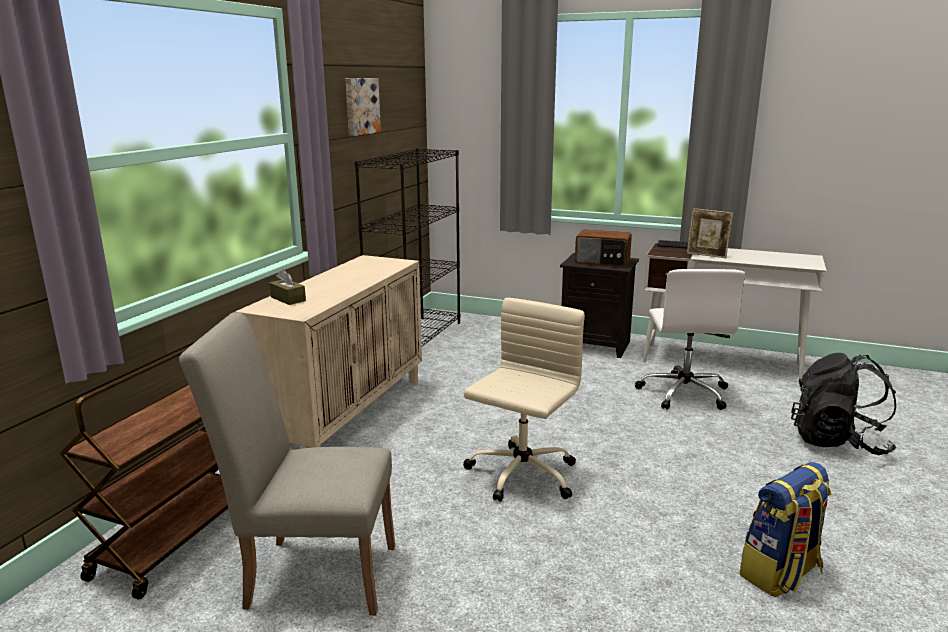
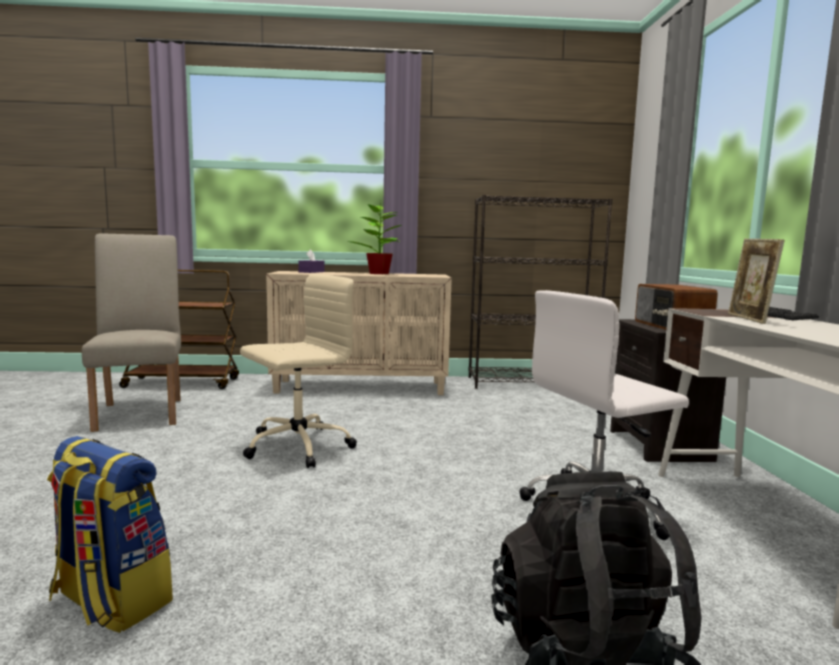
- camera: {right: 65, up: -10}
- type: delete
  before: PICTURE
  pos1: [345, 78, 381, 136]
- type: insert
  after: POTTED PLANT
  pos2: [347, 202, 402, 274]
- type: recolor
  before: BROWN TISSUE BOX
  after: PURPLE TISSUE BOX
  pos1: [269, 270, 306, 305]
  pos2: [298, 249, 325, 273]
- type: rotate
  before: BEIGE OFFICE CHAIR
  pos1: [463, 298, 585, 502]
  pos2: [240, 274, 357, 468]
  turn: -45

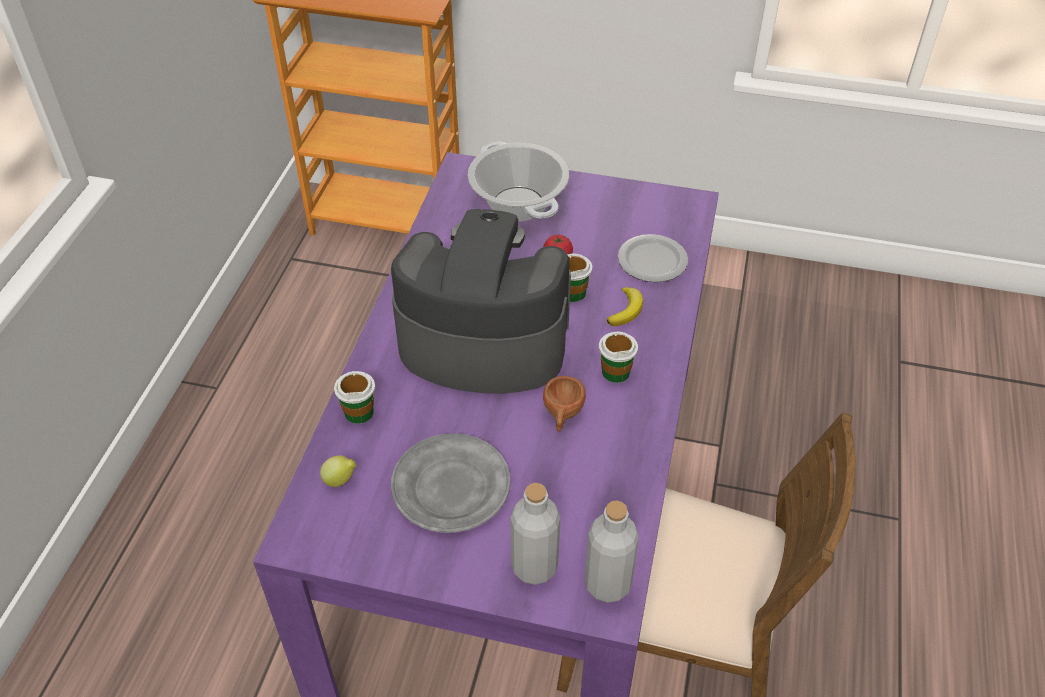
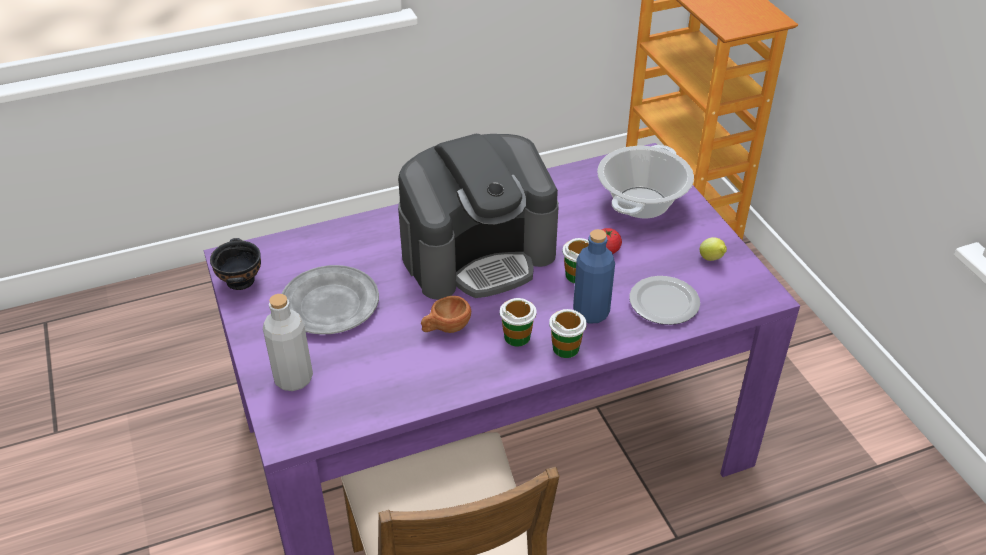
- camera: {right: 55, up: -5}
- type: delete
  before: GREY BOTTLE
  pos1: [585, 501, 639, 603]
- type: insert
  after: BLACK BOWL
  pos2: [210, 238, 261, 290]
- type: move
  before: LEMON
  pos1: [320, 455, 356, 487]
  pos2: [700, 237, 727, 261]
- type: move
  before: CUP
  pos1: [334, 371, 375, 424]
  pos2: [549, 309, 587, 358]
- type: replace
  before: BANANA
  after: BLUE BOTTLE
  pos1: [607, 287, 643, 326]
  pos2: [573, 229, 615, 324]
- type: rotate
  before: COFFEE MACHINE
  pos1: [391, 209, 571, 394]
  pos2: [398, 134, 559, 300]
  turn: 90

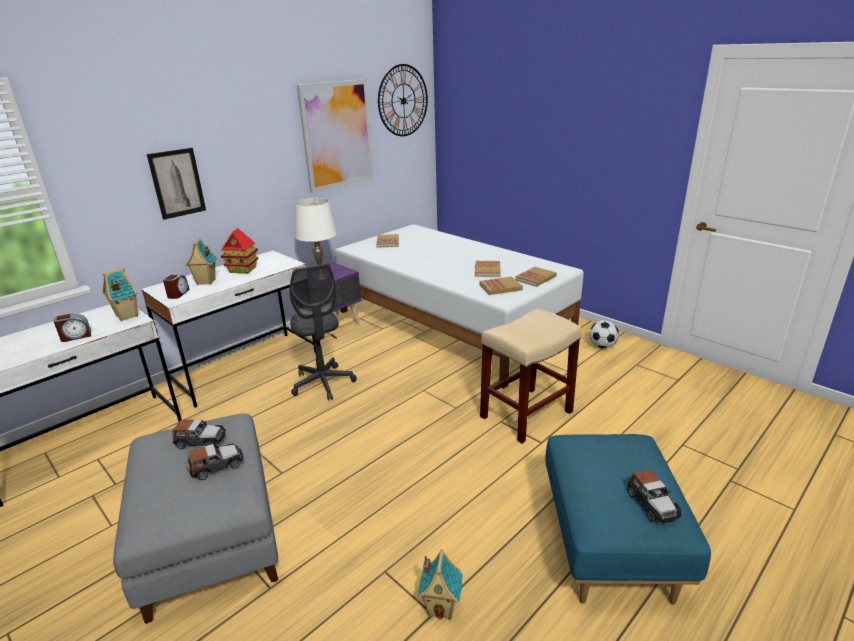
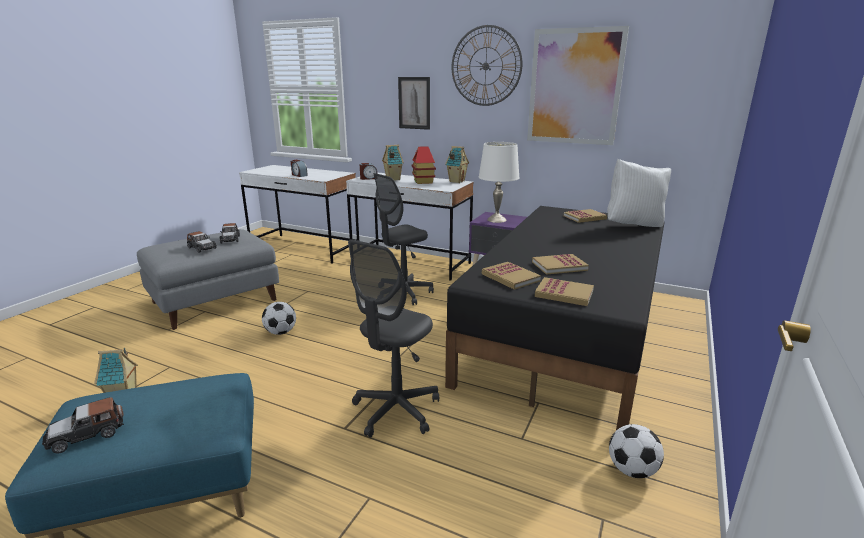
- camera: {right: 70, up: -5}
- type: insert
  after: FOOTBALL
  pos2: [262, 302, 296, 335]
- type: insert
  after: WHITE PILLOW
  pos2: [607, 159, 671, 227]
- type: move
  before: TOY HOUSE
  pos1: [103, 268, 138, 321]
  pos2: [445, 146, 469, 183]
- type: move
  before: WALL CLOCK
  pos1: [378, 64, 428, 136]
  pos2: [451, 25, 522, 106]
- type: replace
  before: BEIGE STOOL
  after: GREY OFFICE CHAIR
  pos1: [480, 308, 582, 444]
  pos2: [348, 239, 439, 438]
- type: recolor
  before: WHITE BED
  after: BLACK BED
  pos1: [335, 224, 584, 389]
  pos2: [445, 206, 664, 430]

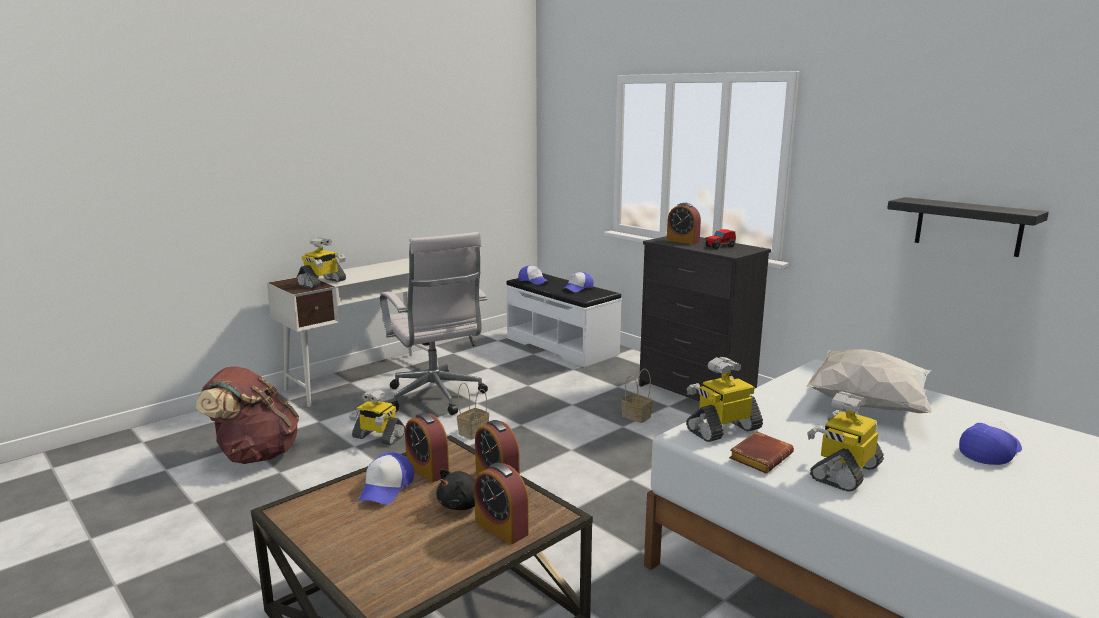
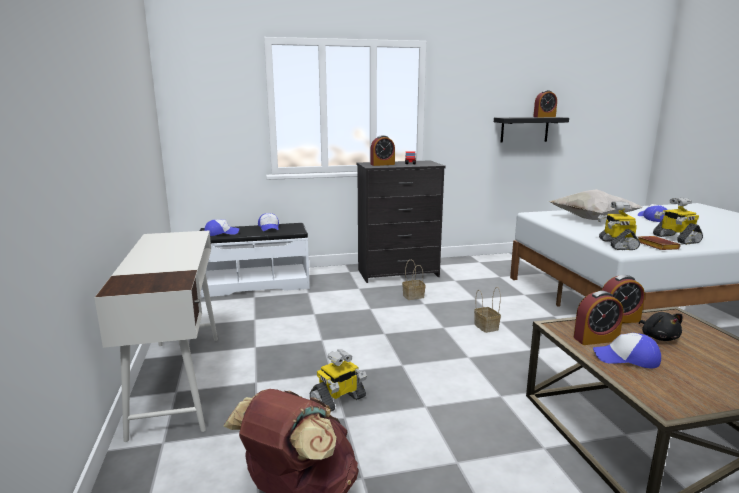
- camera: {right: -60, up: 0}
- type: delete
  before: TOY ROBOT
  pos1: [297, 237, 346, 289]
- type: delete
  before: WHITE OFFICE CHAIR
  pos1: [380, 232, 488, 415]
- type: move
  before: BASKET
  pos1: [457, 383, 489, 440]
  pos2: [474, 287, 501, 333]
- type: move
  before: ALARM CLOCK
  pos1: [474, 463, 529, 544]
  pos2: [533, 90, 557, 117]
- type: rotate
  before: CAP
  pos1: [359, 453, 414, 505]
  pos2: [593, 333, 661, 368]
  turn: 150

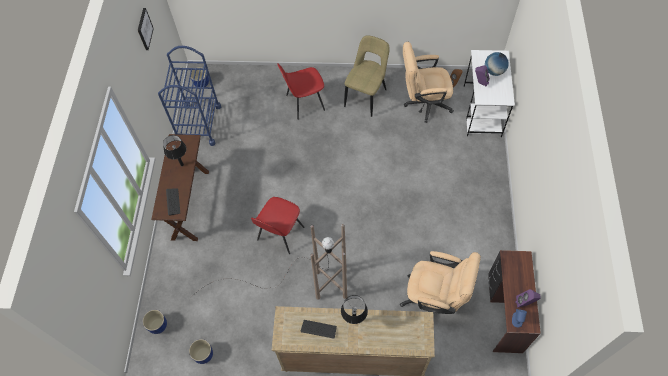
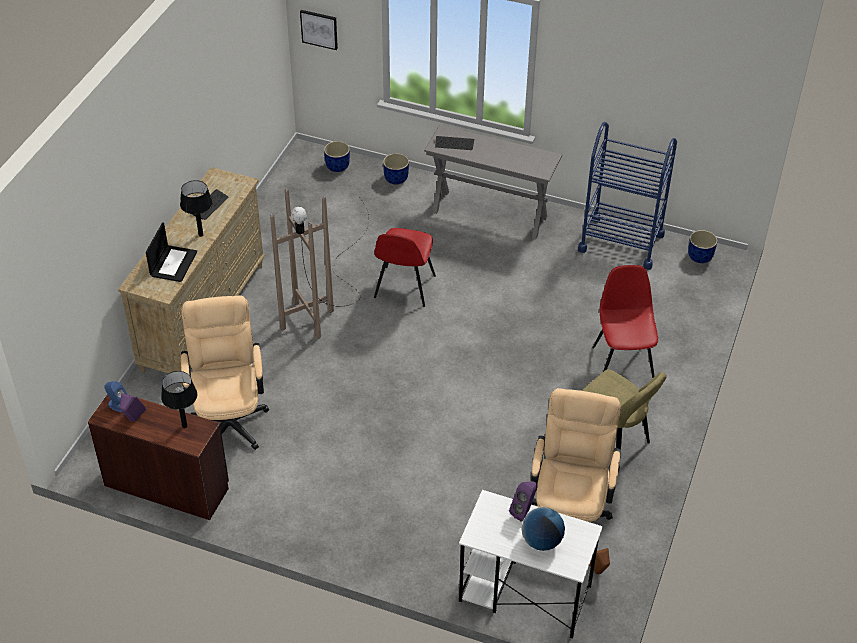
- camera: {right: 105, up: -15}
- type: insert
  after: LAPTOP
  pos2: [146, 222, 197, 282]
- type: move
  before: PICTURE
  pos1: [138, 8, 154, 50]
  pos2: [300, 10, 338, 50]
- type: move
  before: BLACK TABLE LAMP
  pos1: [163, 135, 186, 166]
  pos2: [161, 371, 197, 428]
- type: move
  before: BLUE PLANTER
  pos1: [189, 339, 213, 364]
  pos2: [383, 153, 409, 184]
- type: recolor
  before: BROWN CONSOLE TABLE
  after: GREY CONSOLE TABLE
  pos1: [151, 134, 209, 241]
  pos2: [424, 125, 562, 239]
- type: rotate
  before: RED CHAIR
  pos1: [251, 197, 305, 254]
  pos2: [374, 228, 436, 307]
  turn: -120
- type: rotate
  before: BEIGE OFFICE CHAIR
  pos1: [400, 251, 481, 314]
  pos2: [181, 295, 269, 450]
  turn: 135

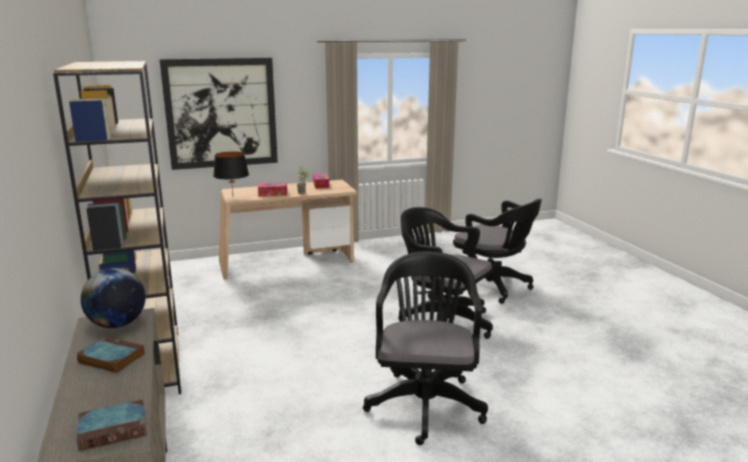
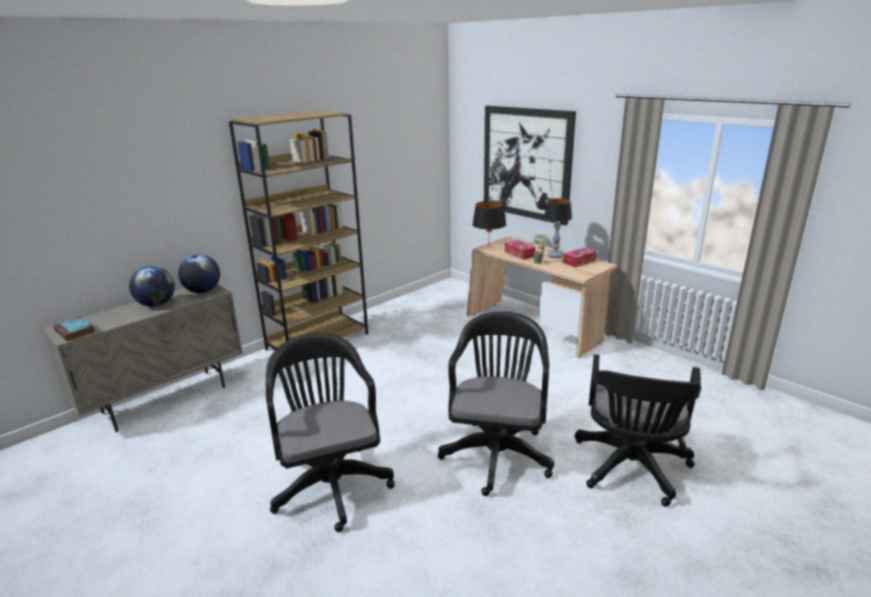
- camera: {right: 65, up: 5}
- type: insert
  after: TABLE LAMP
  pos2: [544, 198, 572, 258]
- type: replace
  before: BOOK
  after: GLOBE
  pos1: [76, 337, 145, 373]
  pos2: [129, 266, 175, 307]
- type: rotate
  before: BLACK OFFICE CHAIR
  pos1: [363, 251, 488, 445]
  pos2: [265, 333, 395, 532]
  turn: -90

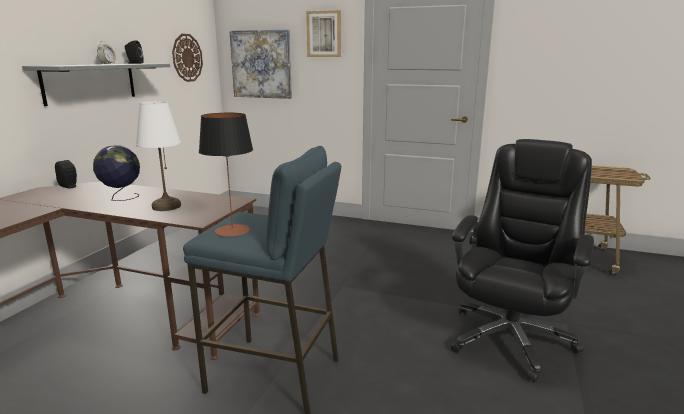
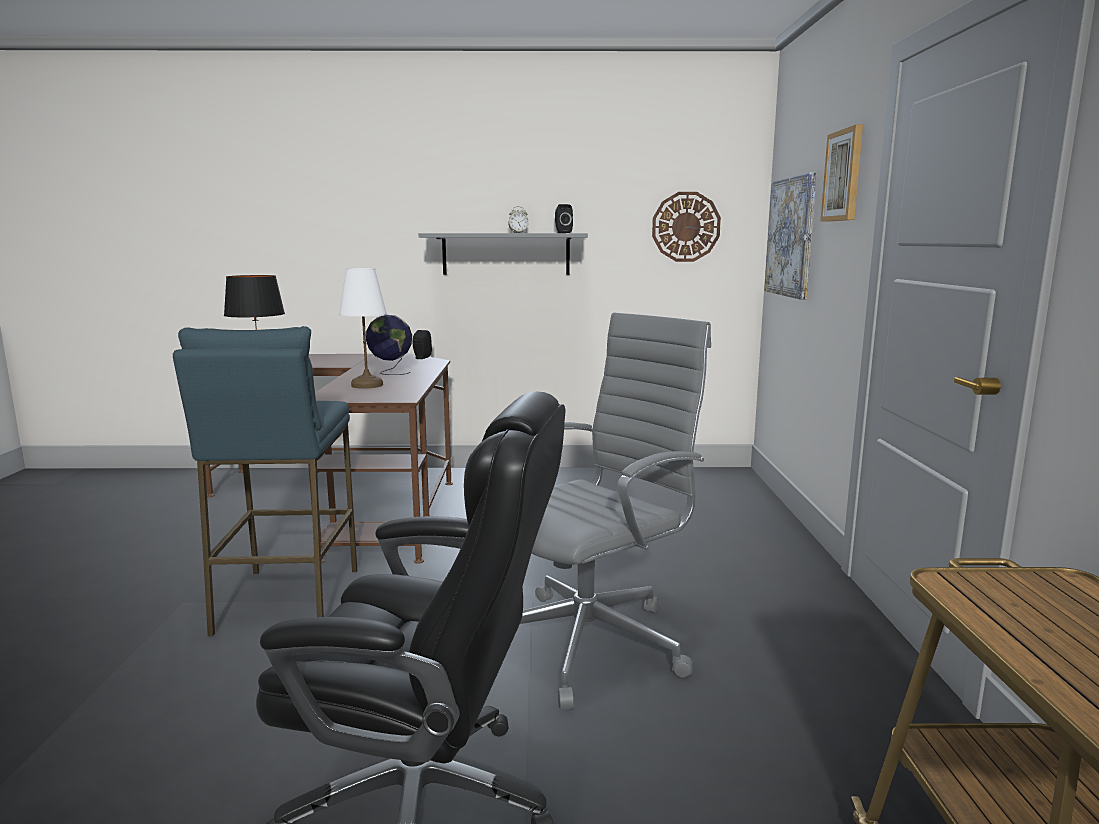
- camera: {right: 70, up: -5}
- type: insert
  after: GREY OFFICE CHAIR
  pos2: [520, 313, 711, 710]

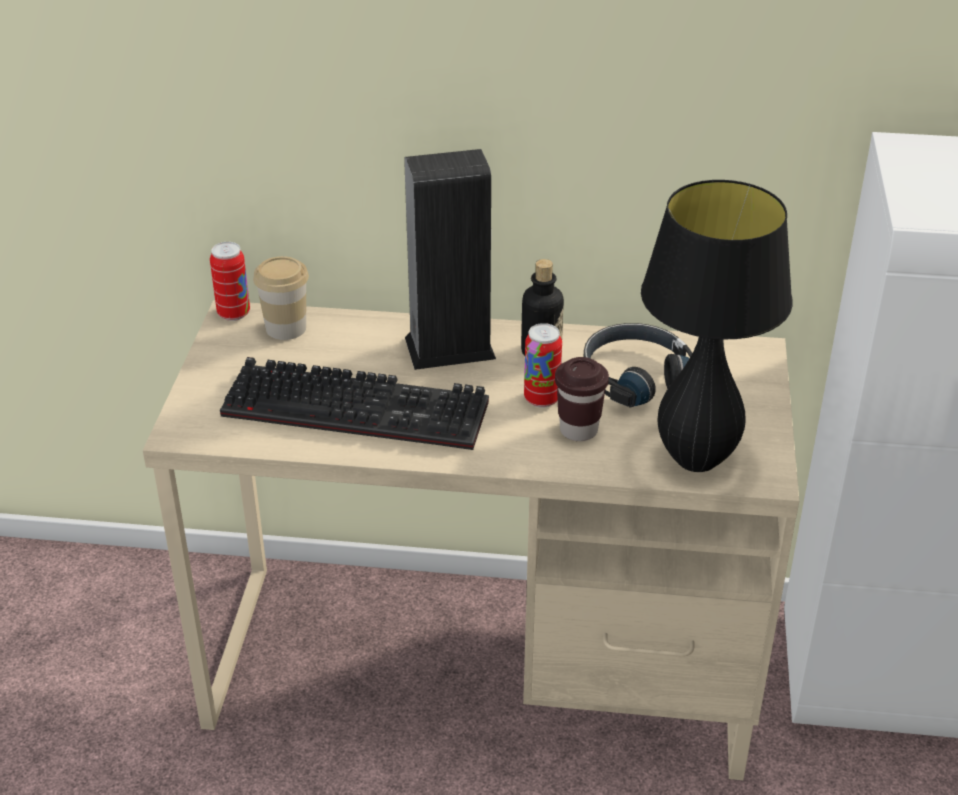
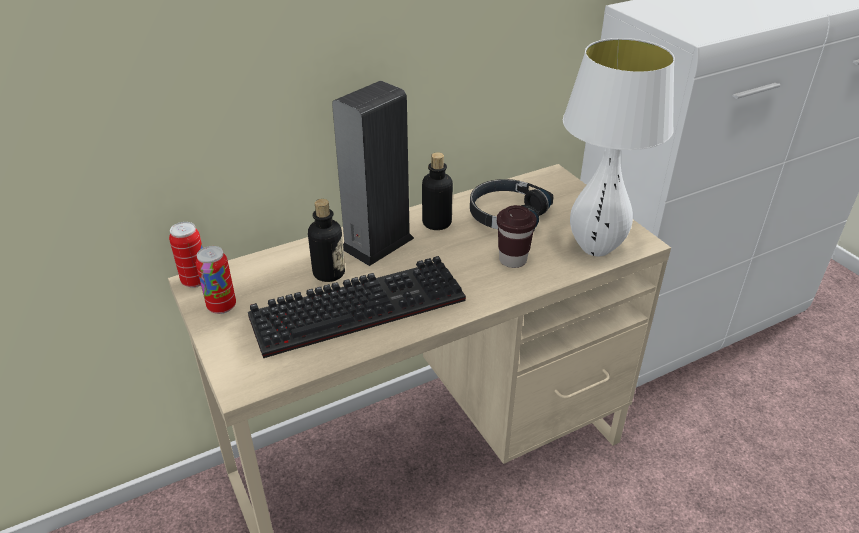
- camera: {right: -35, up: 0}
- type: delete
  before: CUP
  pos1: [253, 256, 309, 340]
- type: insert
  after: BOTTLE
  pos2: [308, 199, 345, 282]
- type: move
  before: CAN
  pos1: [524, 323, 562, 408]
  pos2: [196, 246, 236, 314]
- type: recolor
  before: BLACK TABLE LAMP
  after: WHITE TABLE LAMP
  pos1: [641, 180, 793, 472]
  pos2: [563, 38, 675, 256]

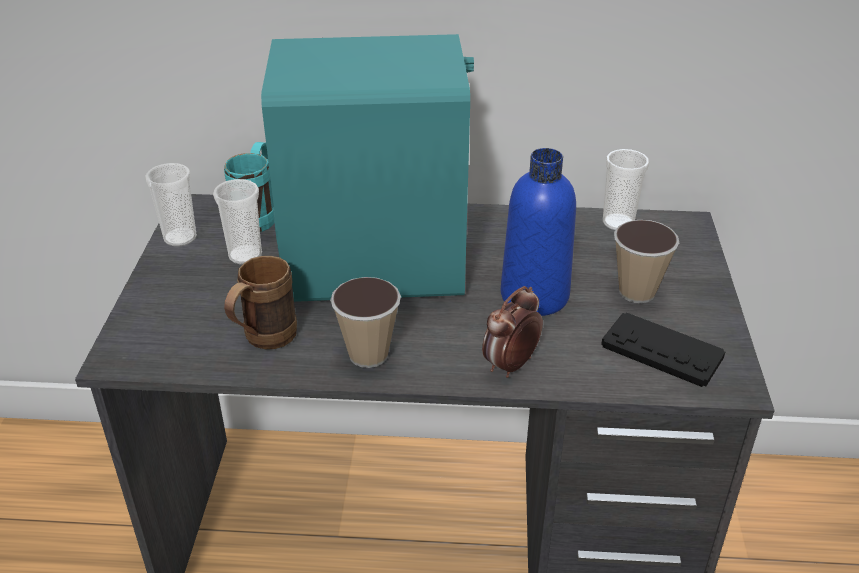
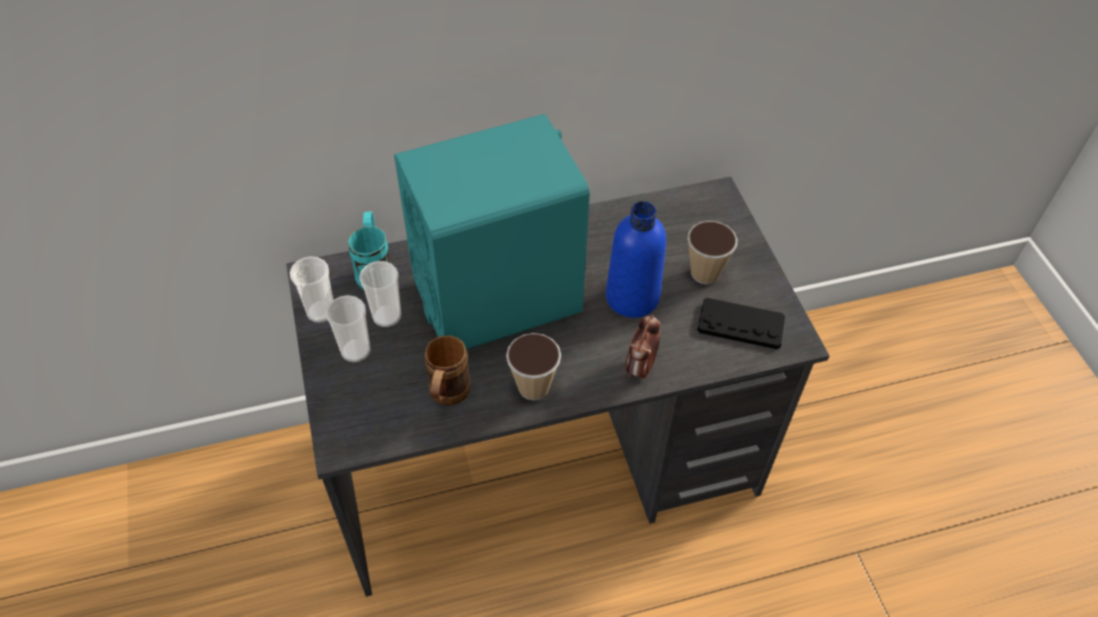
- camera: {right: -20, up: 15}
- type: move
  before: CUP
  pos1: [603, 149, 649, 230]
  pos2: [326, 295, 370, 362]

